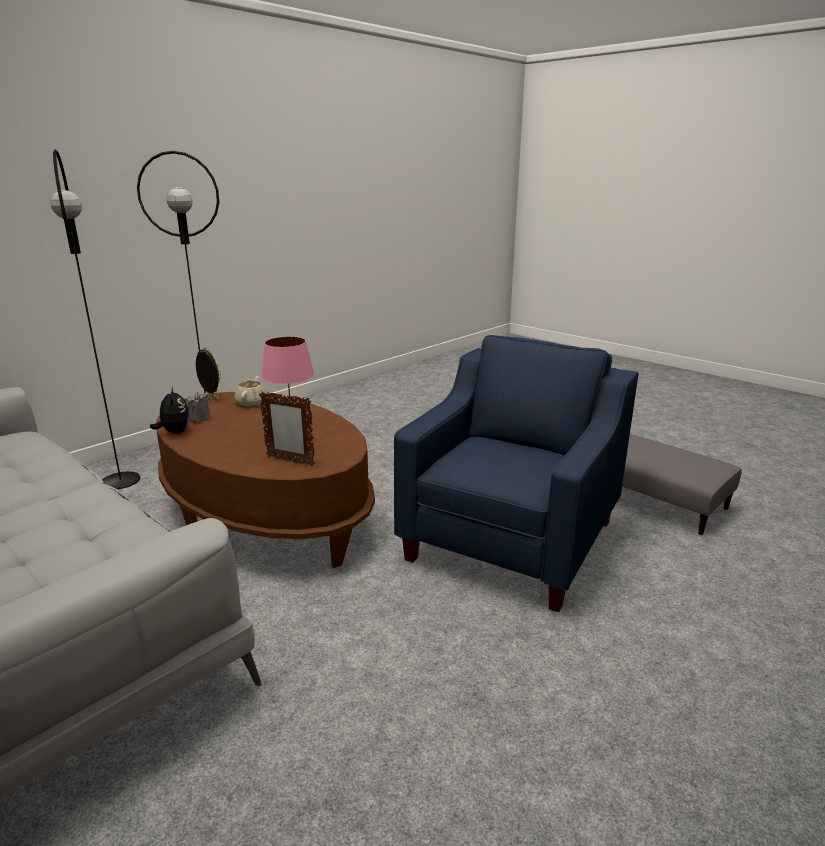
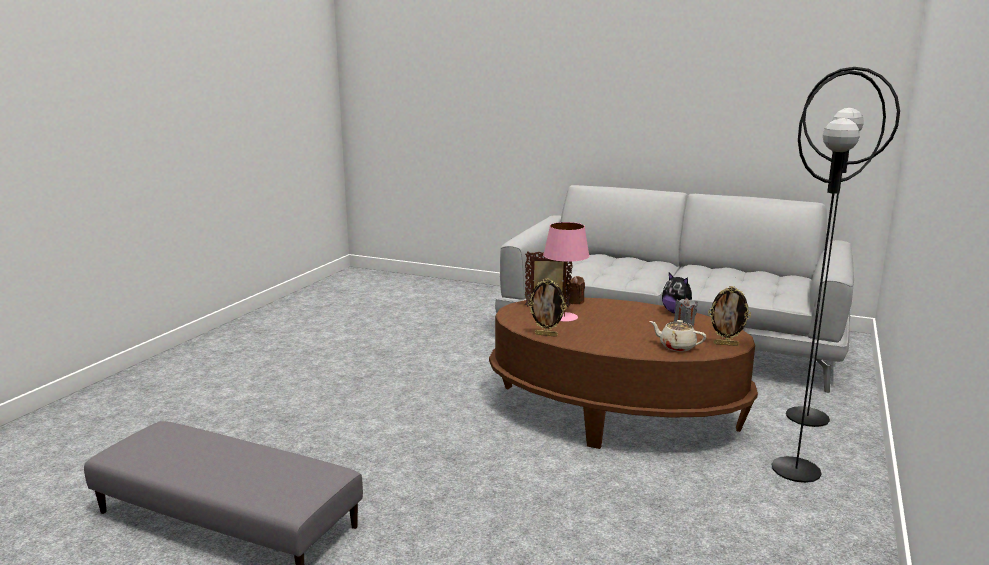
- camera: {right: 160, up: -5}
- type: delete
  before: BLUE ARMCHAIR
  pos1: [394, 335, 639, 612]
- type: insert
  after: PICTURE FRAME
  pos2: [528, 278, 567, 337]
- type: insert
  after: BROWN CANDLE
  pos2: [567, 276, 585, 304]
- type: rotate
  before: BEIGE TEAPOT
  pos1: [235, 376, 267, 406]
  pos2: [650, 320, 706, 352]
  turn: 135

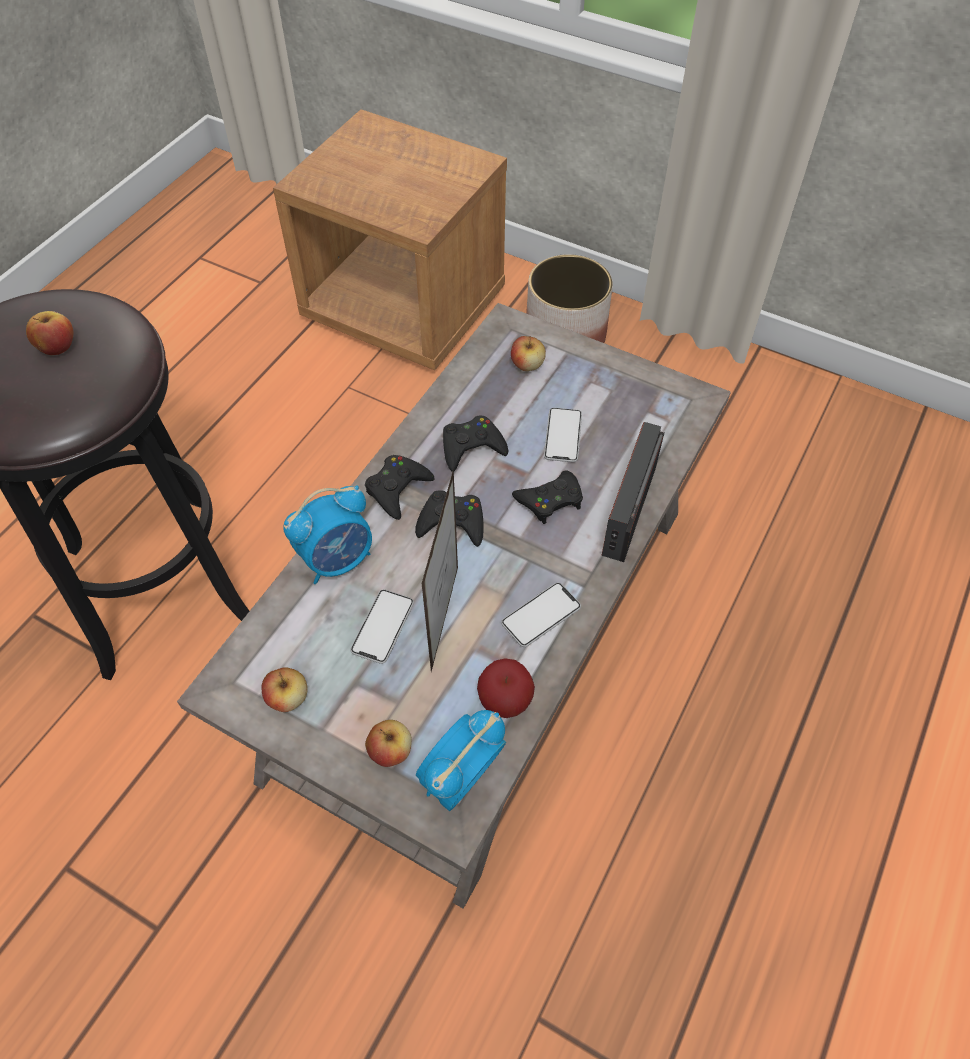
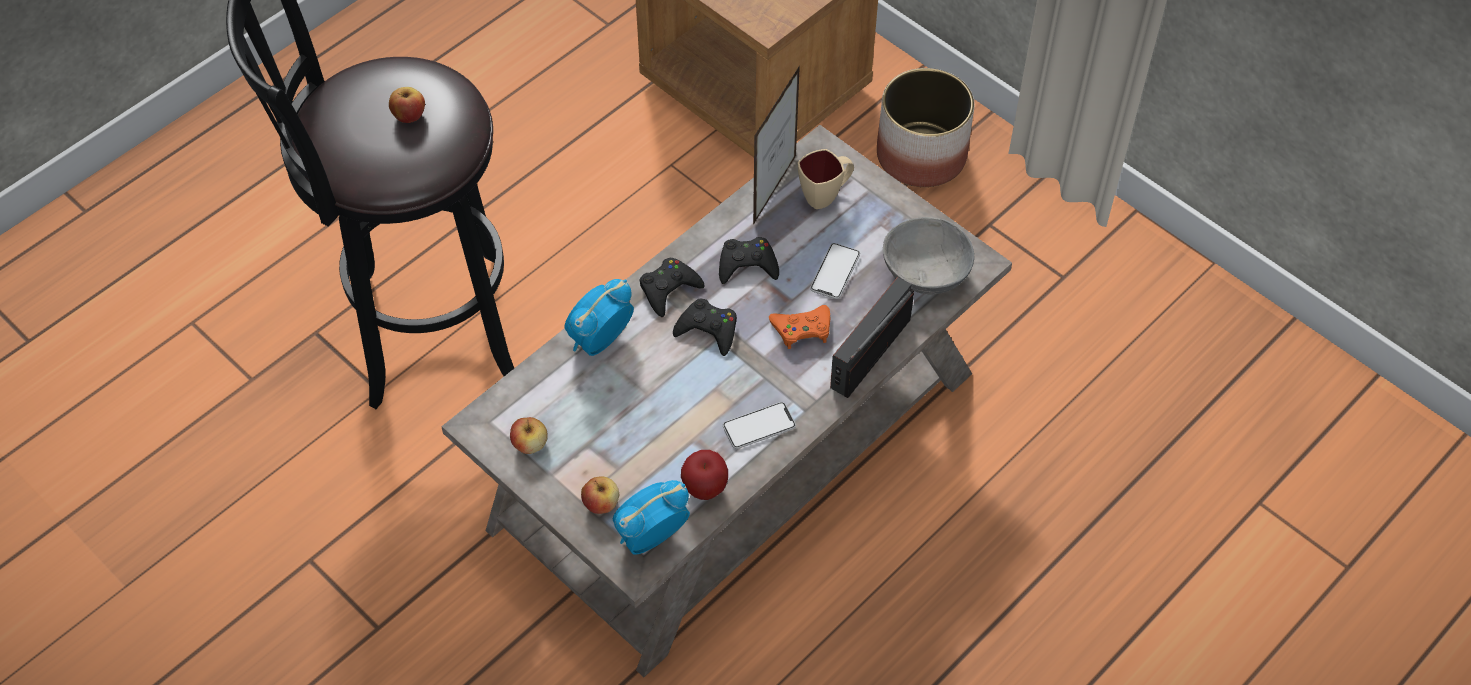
- camera: {right: 15, up: 0}
- type: delete
  before: PHONE
  pos1: [350, 589, 414, 664]
- type: insert
  after: GREY BOWL
  pos2: [883, 217, 974, 295]
- type: move
  before: PICTURE FRAME
  pos1: [422, 468, 458, 672]
  pos2: [753, 65, 800, 225]
- type: replace
  before: APPLE
  after: BEIGE MUG
  pos1: [511, 336, 546, 371]
  pos2: [798, 149, 854, 209]
- type: recolor
  before: BLACK GAME CONTROLLER
  after: ORANGE GAME CONTROLLER
  pos1: [512, 470, 583, 524]
  pos2: [769, 305, 830, 349]
- type: rotate
  before: ALARM CLOCK
  pos1: [283, 485, 372, 584]
  pos2: [564, 279, 634, 356]
  turn: 150

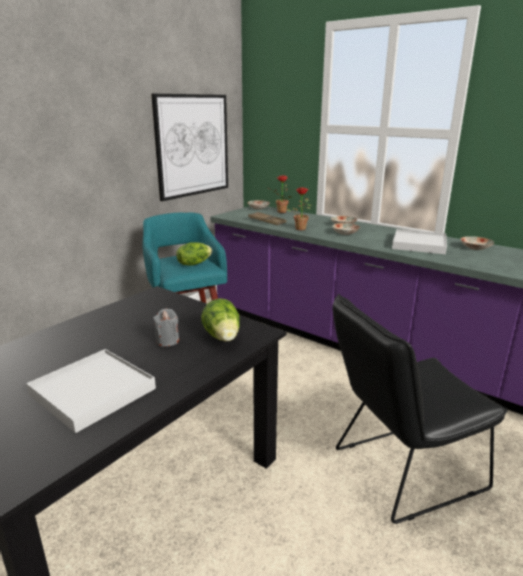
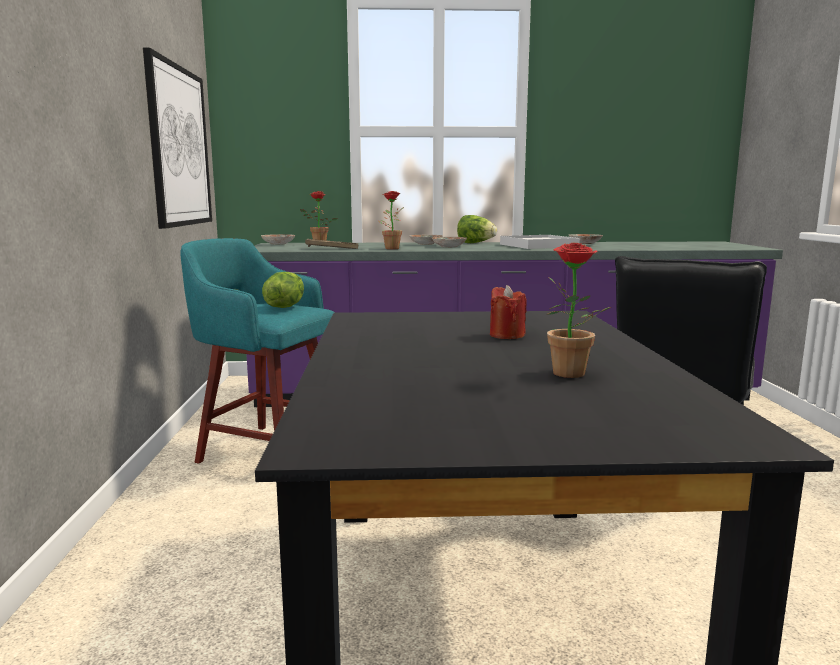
- camera: {right: -40, up: -10}
- type: move
  before: LETTUCE
  pos1: [201, 298, 240, 342]
  pos2: [457, 215, 497, 243]
- type: replace
  before: WHITE TRAY
  after: POTTED PLANT
  pos1: [26, 349, 156, 433]
  pos2: [546, 243, 611, 378]
- type: recolor
  before: GREY CANDLE
  after: RED CANDLE
  pos1: [153, 308, 179, 347]
  pos2: [490, 285, 527, 339]

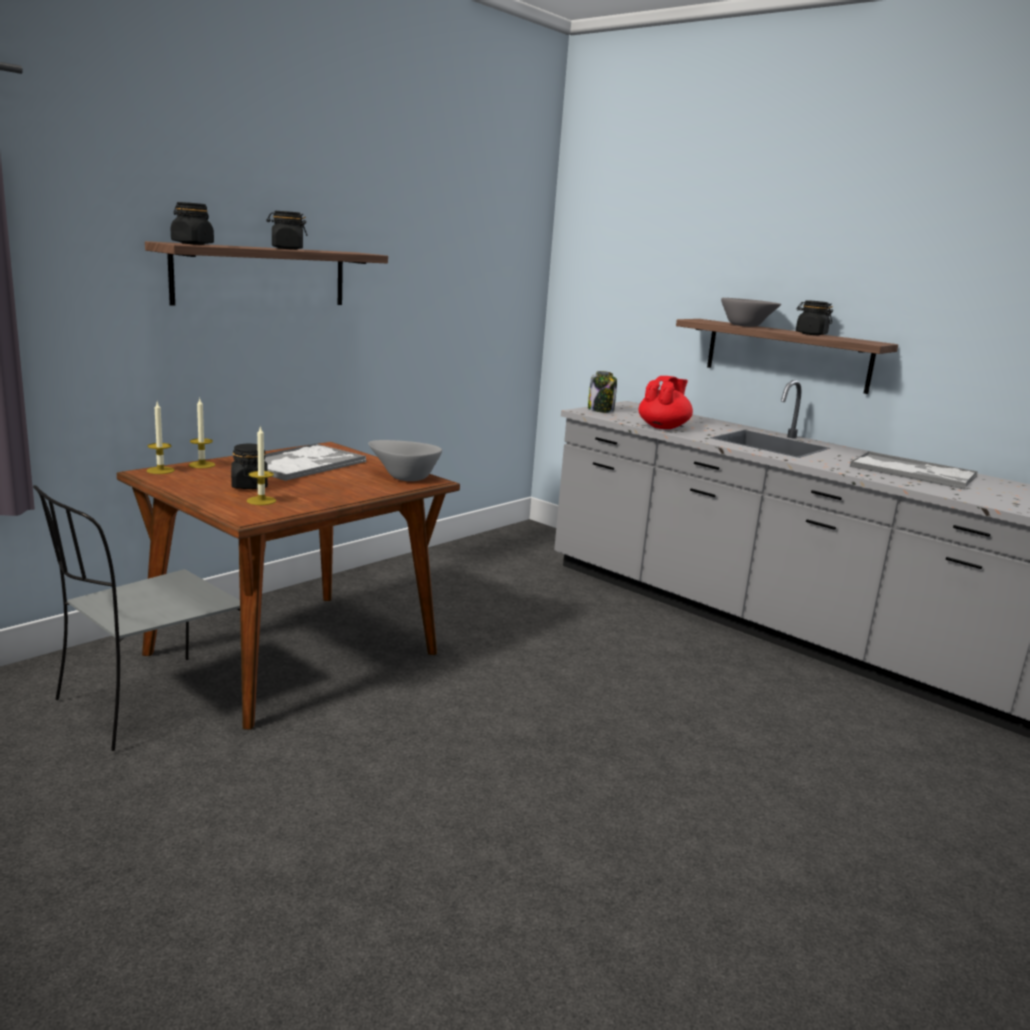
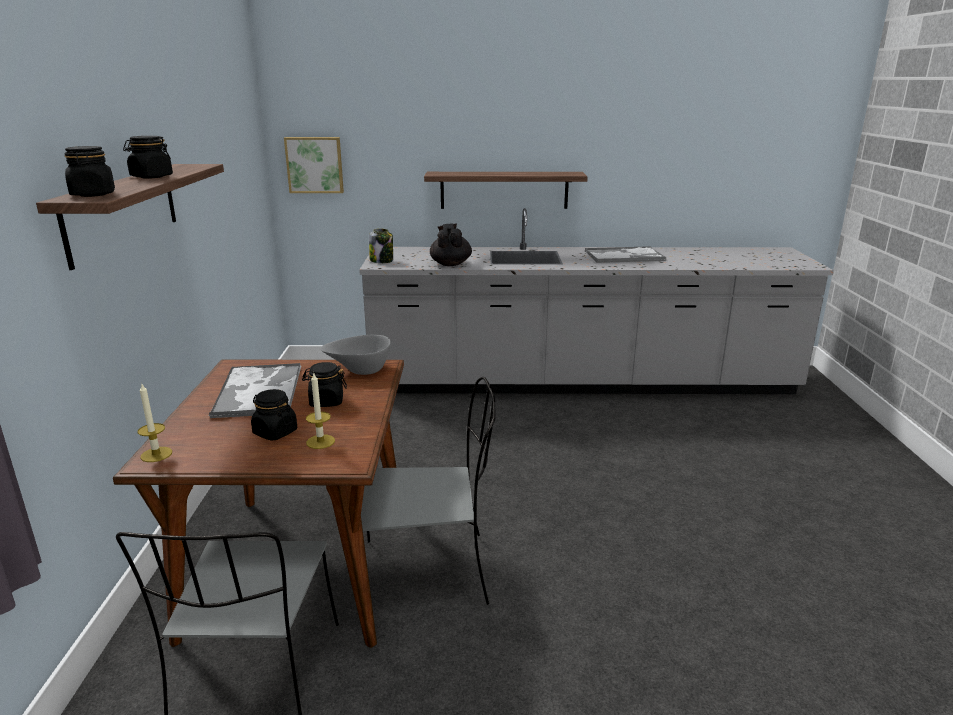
- camera: {right: -40, up: 5}
- type: delete
  before: CANDLE
  pos1: [189, 399, 215, 468]
- type: delete
  before: GREY BOWL
  pos1: [721, 298, 781, 327]
- type: insert
  after: PICTURE
  pos2: [284, 137, 344, 193]
- type: insert
  after: GREY CHAIR
  pos2: [361, 377, 496, 605]
- type: move
  before: BLACK JAR
  pos1: [796, 300, 833, 335]
  pos2: [302, 362, 347, 407]
- type: recolor
  before: RED TEAPOT
  after: BLACK TEAPOT
  pos1: [638, 376, 693, 429]
  pos2: [430, 224, 472, 266]

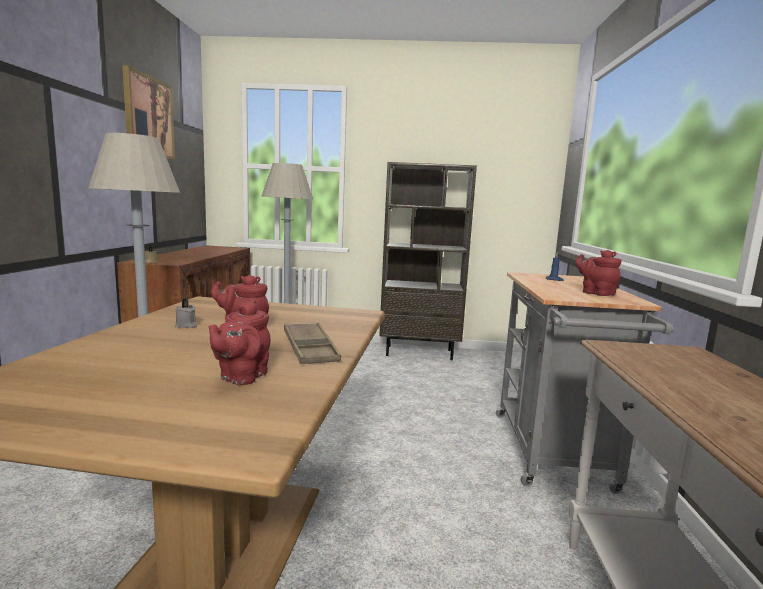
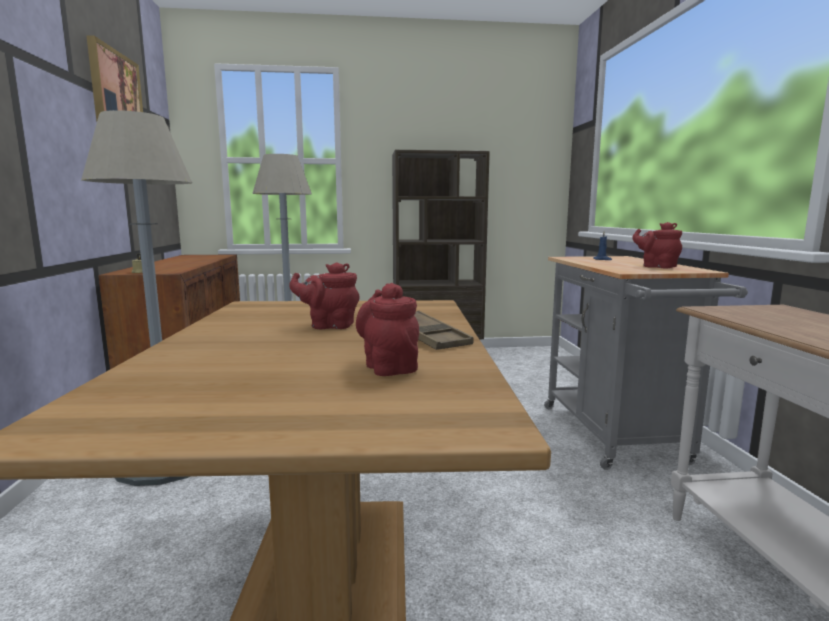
- camera: {right: -10, up: 0}
- type: delete
  before: GREY CANDLE
  pos1: [175, 298, 197, 328]
- type: rotate
  before: RED TEAPOT
  pos1: [209, 300, 271, 385]
  pos2: [356, 283, 419, 376]
  turn: 150

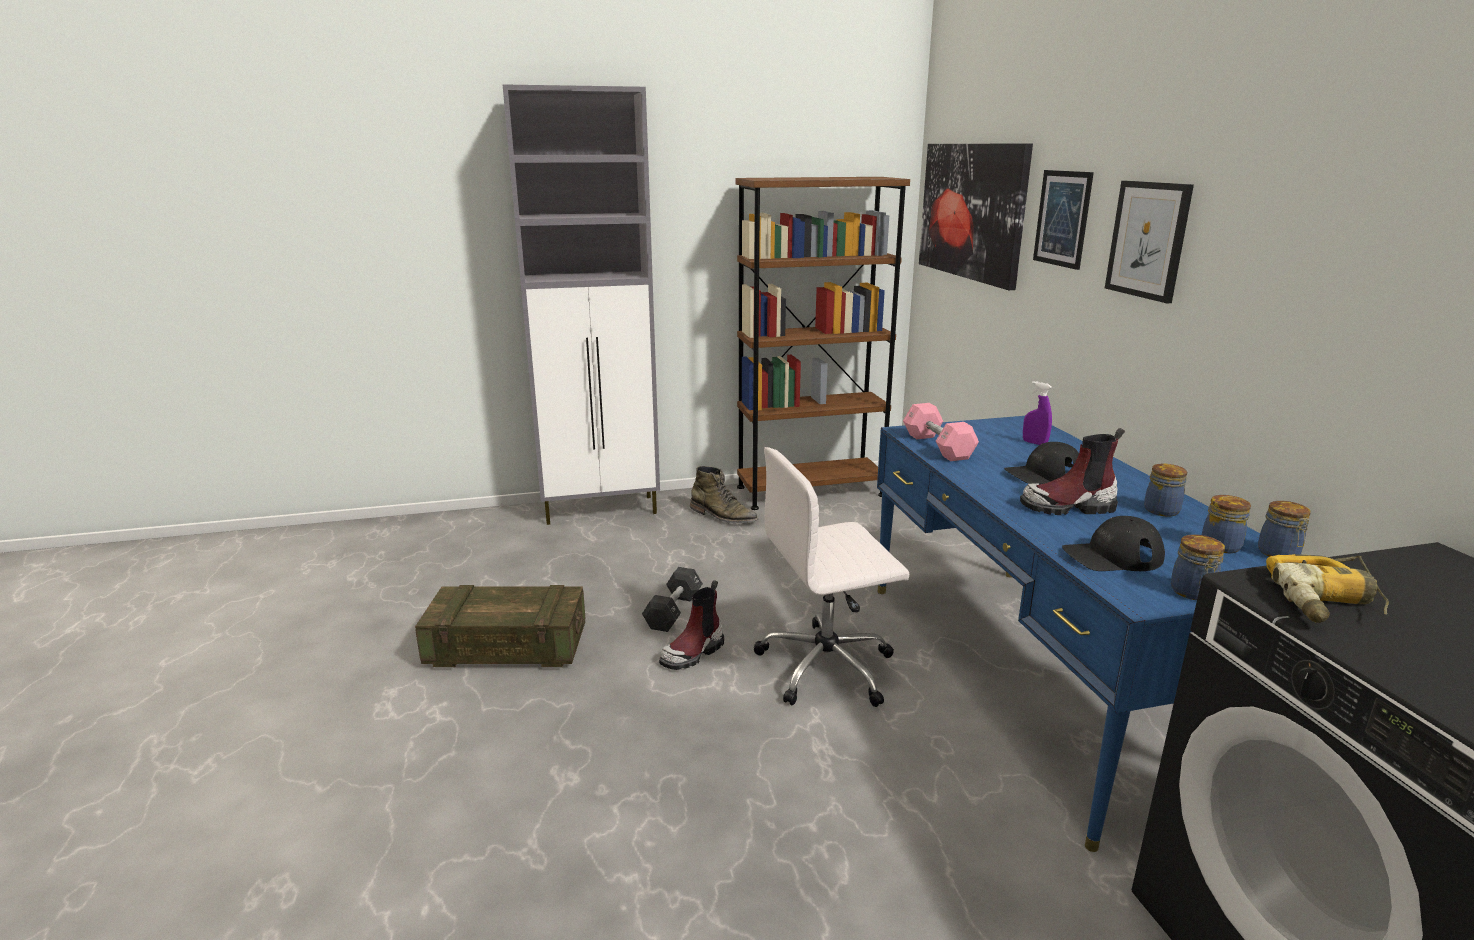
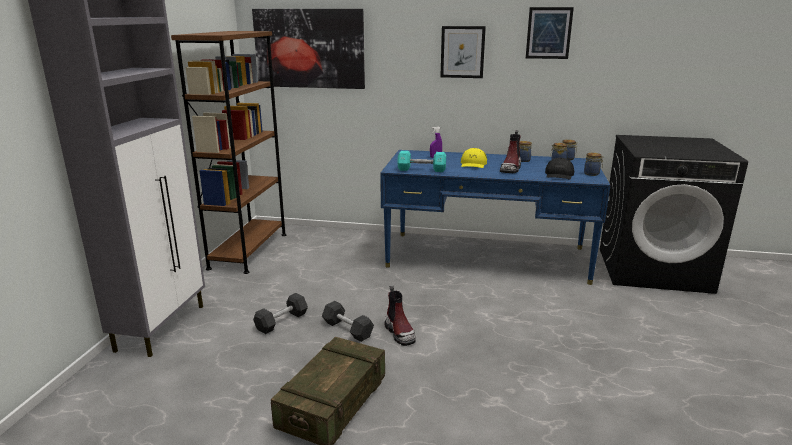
- camera: {right: -65, up: 0}
- type: delete
  before: GREEN BOOT
  pos1: [690, 466, 758, 523]
- type: delete
  before: WHITE OFFICE CHAIR
  pos1: [753, 447, 909, 707]
- type: delete
  before: POWER DRILL
  pos1: [1266, 554, 1389, 623]
- type: insert
  after: BLACK DUMBBELL
  pos2: [253, 293, 308, 334]
- type: move
  before: PICTURE
  pos1: [1033, 170, 1094, 270]
  pos2: [526, 7, 574, 59]
- type: recolor
  before: PINK DUMBBELL
  after: TURQUOISE DUMBBELL
  pos1: [903, 403, 979, 461]
  pos2: [397, 151, 446, 172]
- type: recolor
  before: BLACK CAP
  after: YELLOW CAP
  pos1: [1004, 442, 1079, 484]
  pos2: [461, 148, 487, 168]

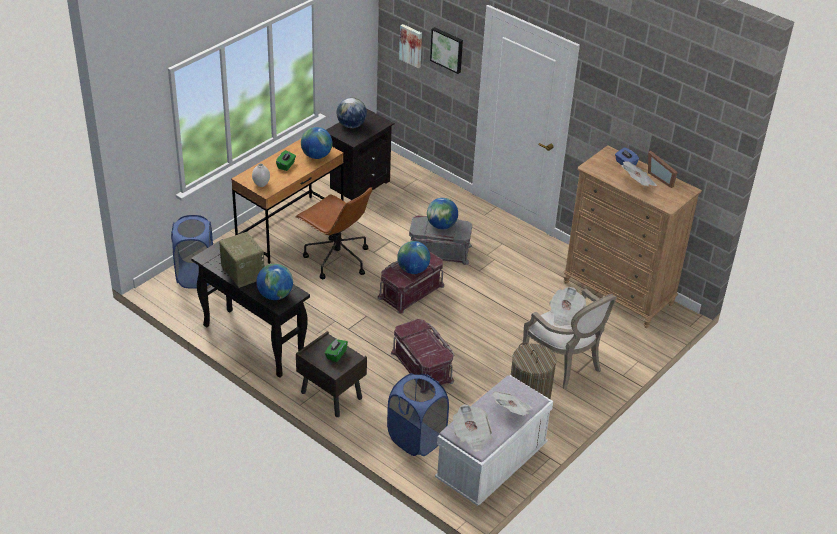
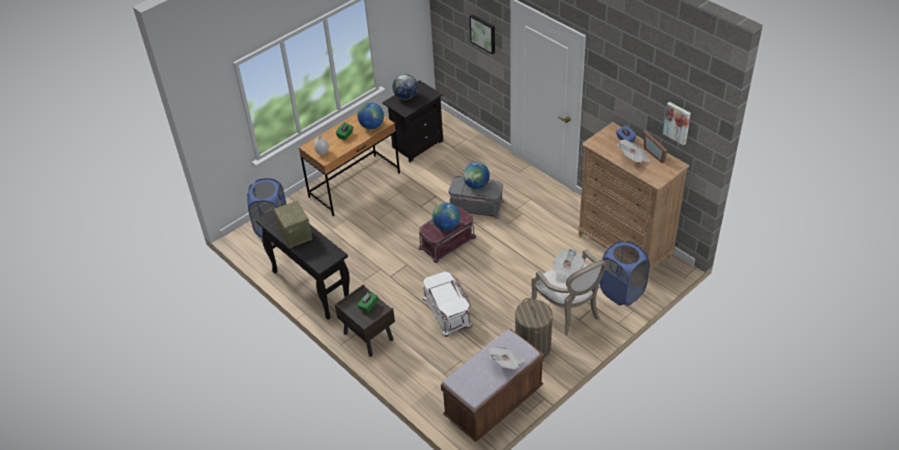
- camera: {right: 10, up: 5}
- type: delete
  before: GLOBE
  pos1: [256, 264, 293, 300]
- type: delete
  before: BROWN OFFICE CHAIR
  pos1: [295, 187, 372, 279]
- type: delete
  before: NEWSPAPER
  pos1: [453, 404, 493, 452]
- type: move
  before: BLUE LAUNDRY BASKET
  pos1: [387, 373, 449, 456]
  pos2: [599, 241, 650, 306]
- type: move
  before: PICTURE
  pos1: [399, 24, 422, 68]
  pos2: [663, 102, 691, 146]
- type: recolor
  before: RED STORAGE BOX
  after: WHITE STORAGE BOX
  pos1: [391, 319, 454, 385]
  pos2: [423, 271, 473, 337]
- type: recolor
  before: WHITE BENCH
  after: BROWN BENCH
  pos1: [435, 375, 553, 506]
  pos2: [441, 329, 544, 442]

